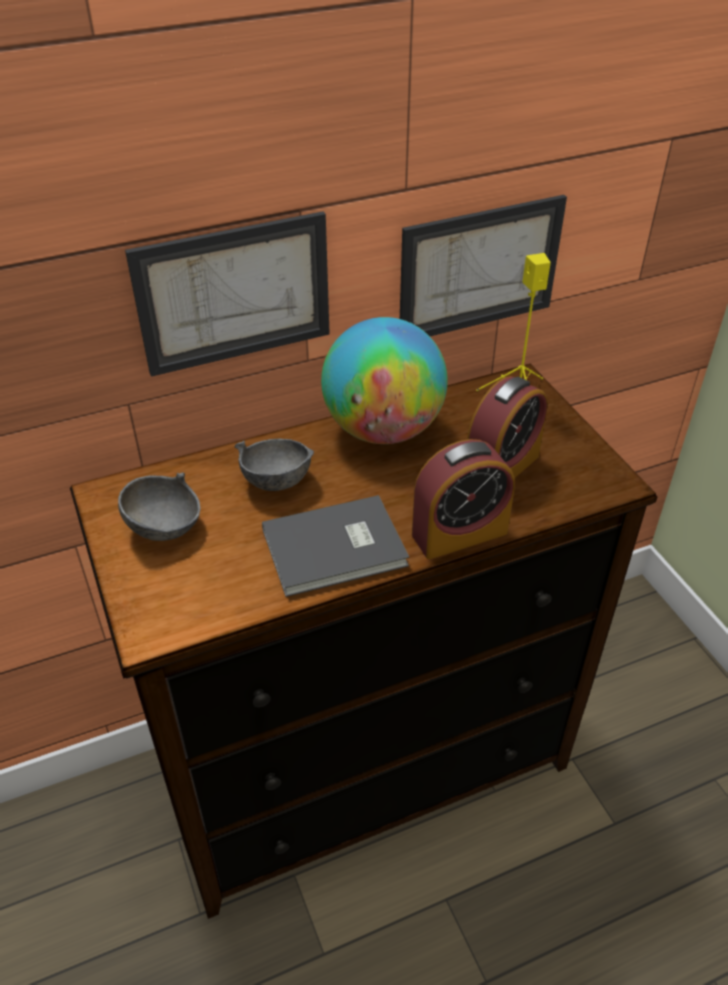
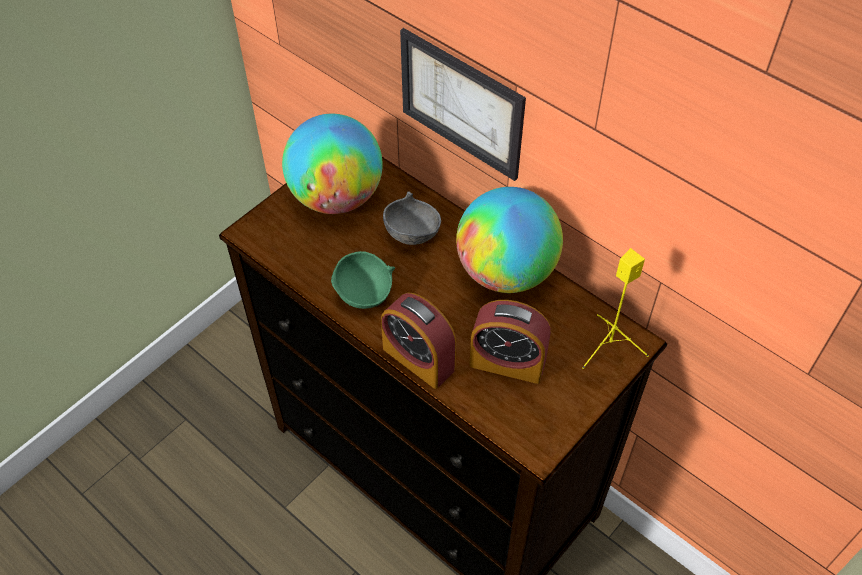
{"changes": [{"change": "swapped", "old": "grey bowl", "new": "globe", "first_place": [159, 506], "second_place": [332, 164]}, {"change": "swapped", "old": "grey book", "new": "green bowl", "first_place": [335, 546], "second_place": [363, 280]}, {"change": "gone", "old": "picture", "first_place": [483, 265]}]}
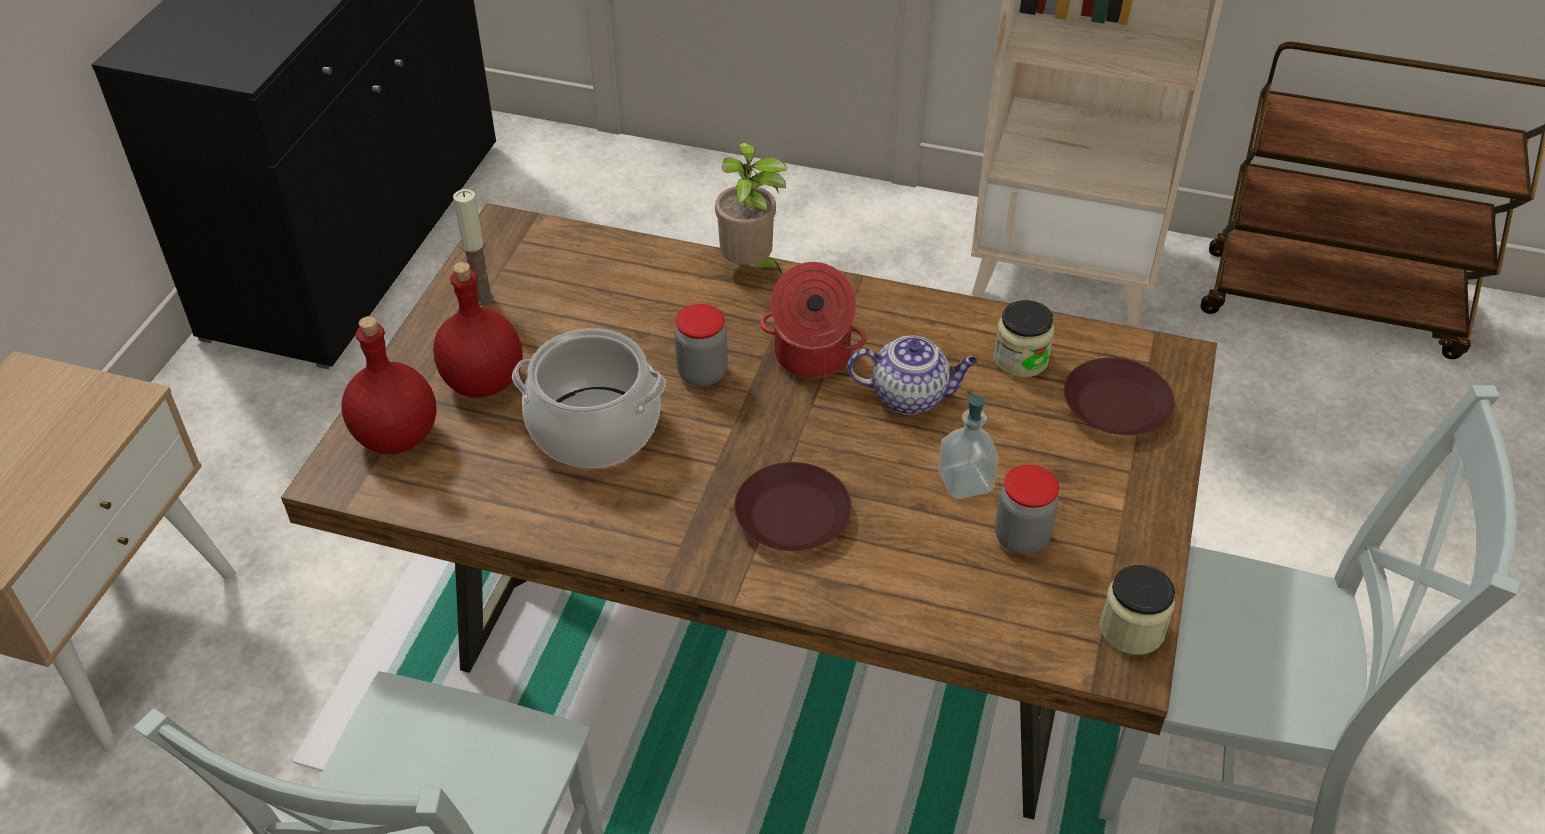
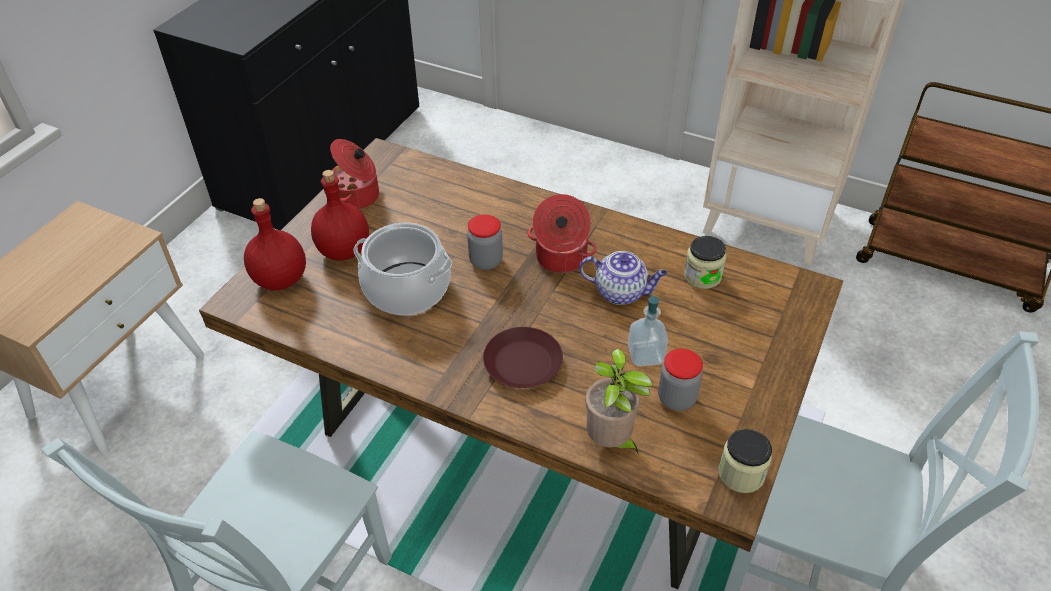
{"changes": [{"change": "swapped", "old": "candle", "new": "cooking pot", "first_place": [473, 247], "second_place": [354, 174]}, {"change": "shifted", "old": "potted plant", "first_place": [751, 208], "second_place": [618, 401]}, {"change": "gone", "old": "brown plate", "first_place": [1119, 396]}]}
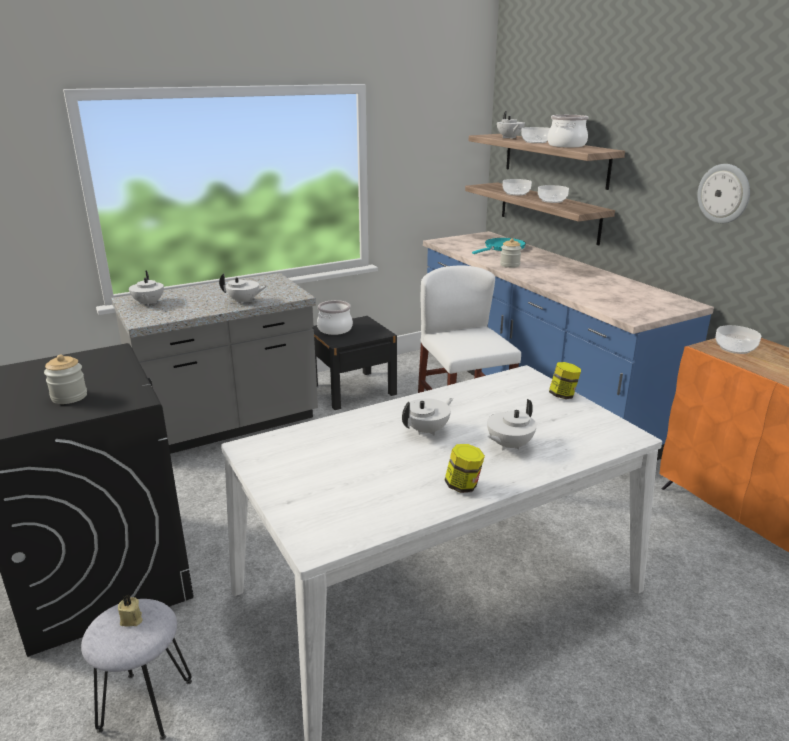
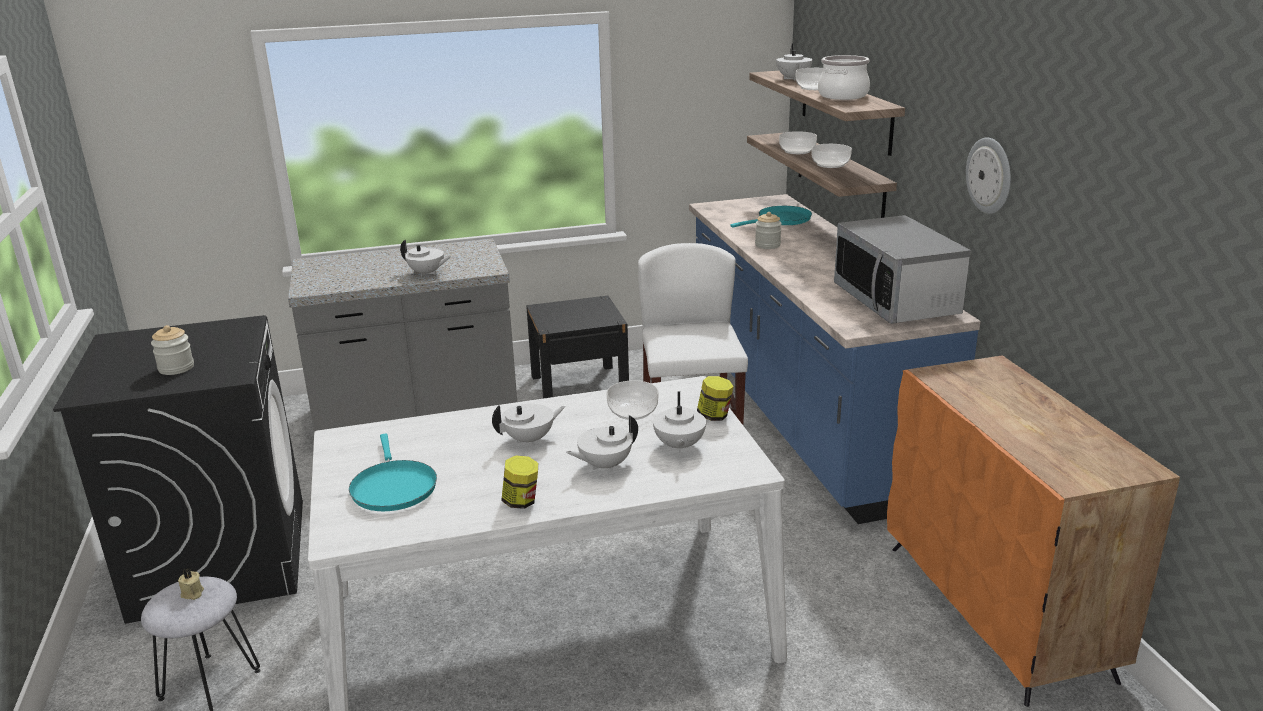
{"changes": [{"change": "shifted", "old": "white teapot", "first_place": [146, 288], "second_place": [679, 422]}, {"change": "gone", "old": "cooking pot", "first_place": [335, 317]}, {"change": "shifted", "old": "bowl", "first_place": [738, 339], "second_place": [632, 400]}, {"change": "new", "new": "turquoise frying pan", "second_place": [393, 472]}, {"change": "new", "new": "microwave", "second_place": [902, 269]}]}
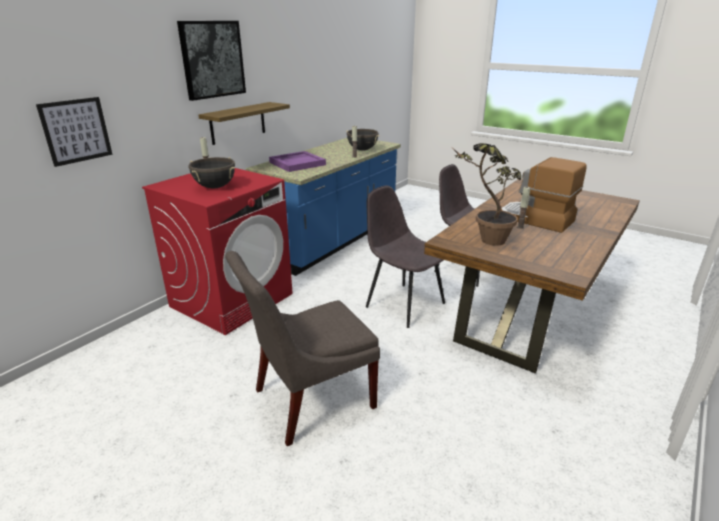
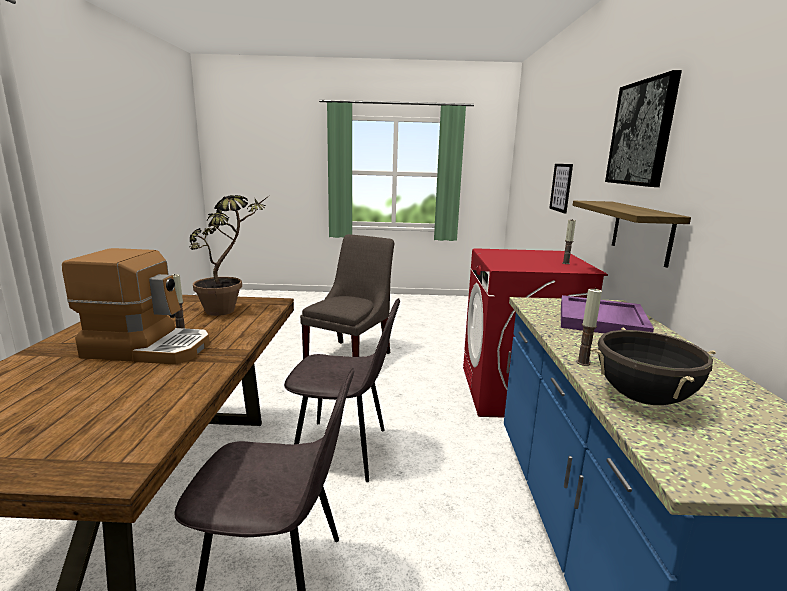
{"changes": [{"change": "gone", "old": "black cooking pot", "first_place": [212, 173]}]}
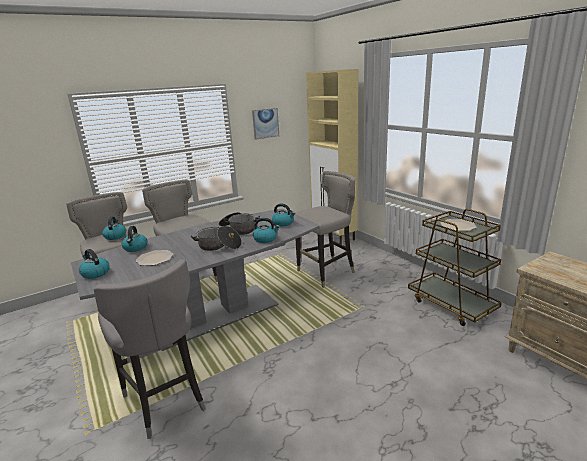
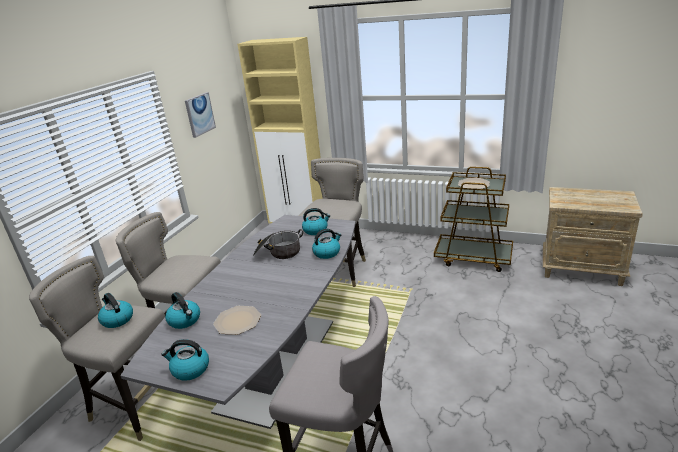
{"changes": [{"change": "gone", "old": "cooking pot", "first_place": [216, 238]}]}
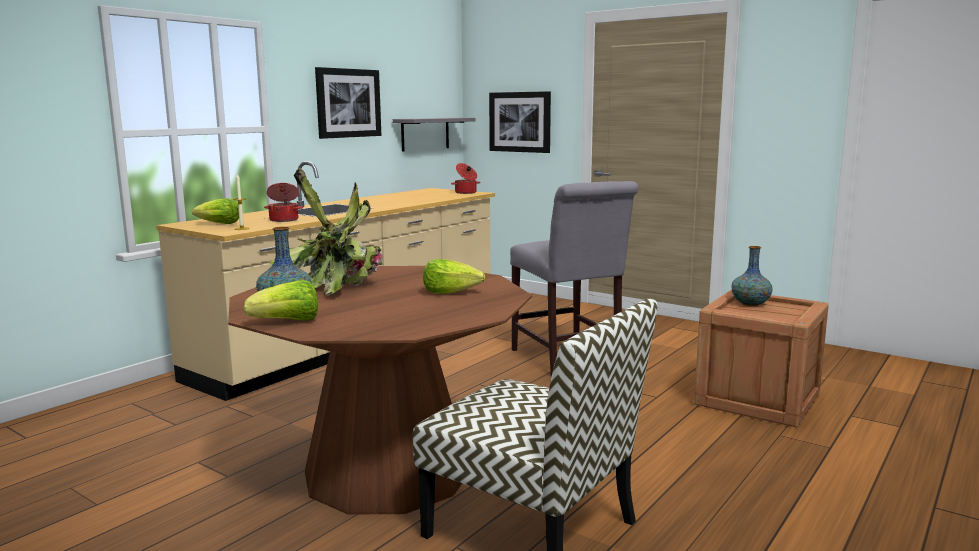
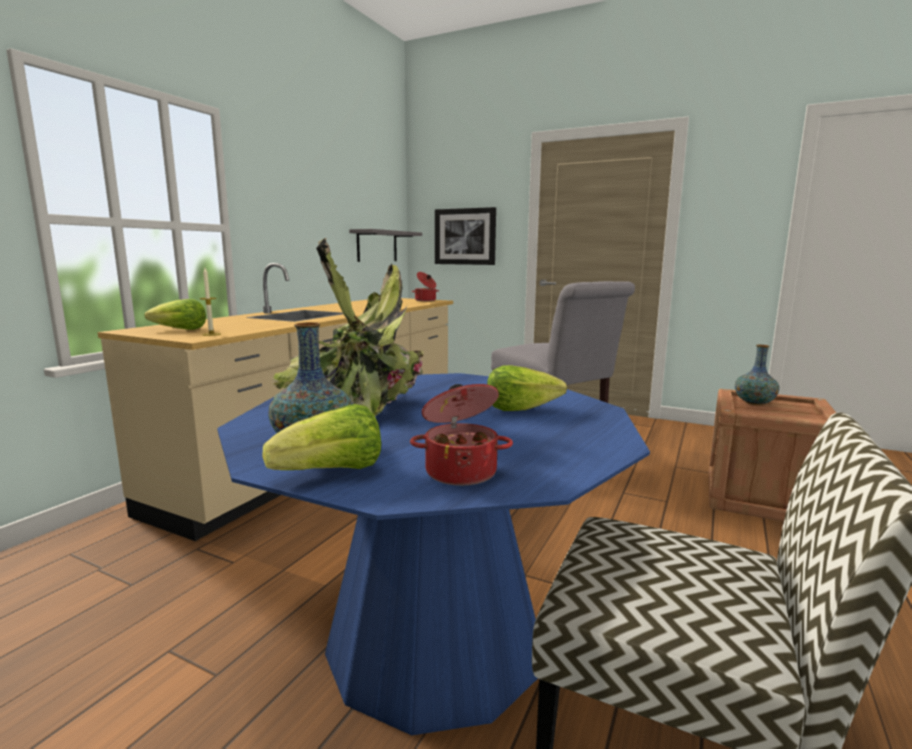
{"changes": [{"change": "repainted", "old": "brown dining table", "new": "blue dining table", "first_place": [380, 390], "second_place": [433, 554]}, {"change": "shifted", "old": "cooking pot", "first_place": [283, 202], "second_place": [461, 435]}, {"change": "gone", "old": "picture", "first_place": [348, 103]}]}
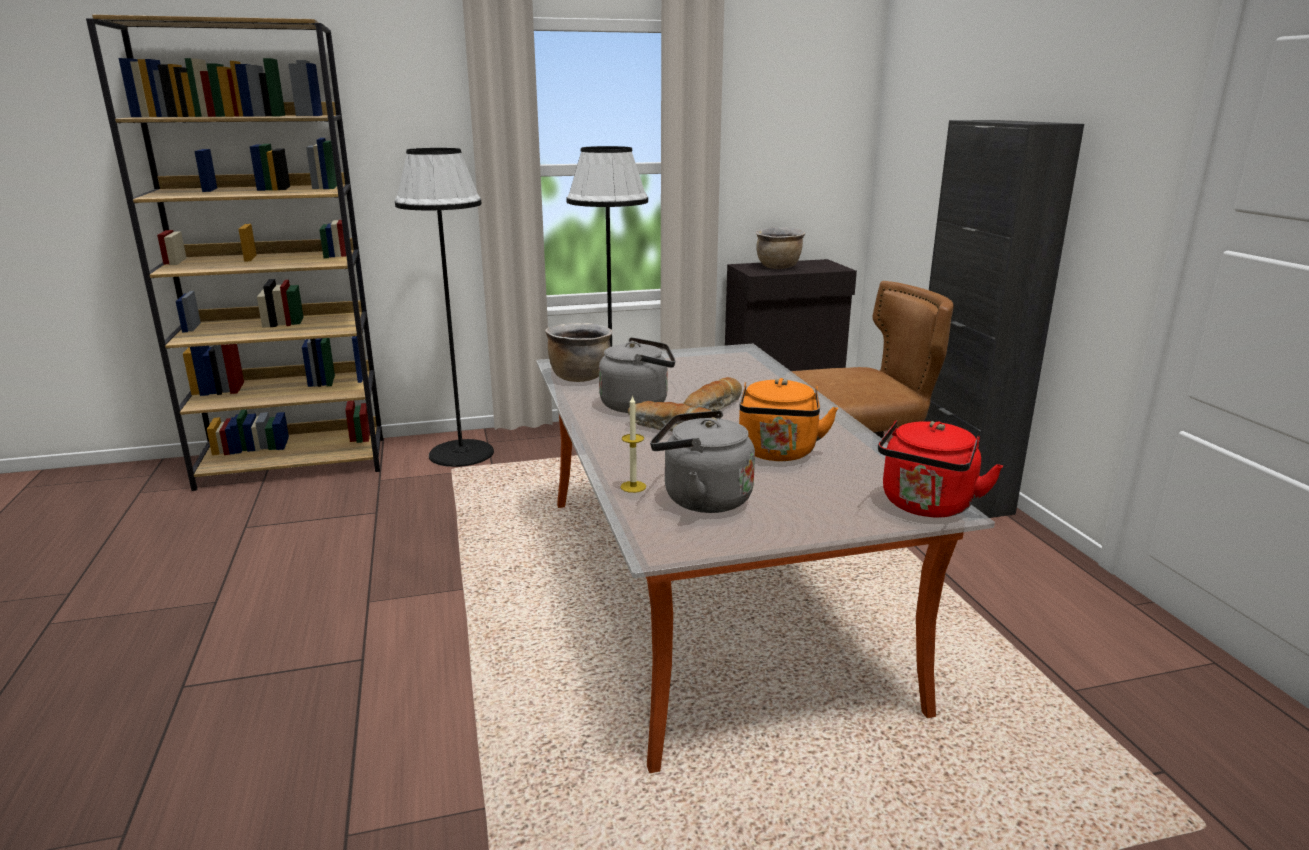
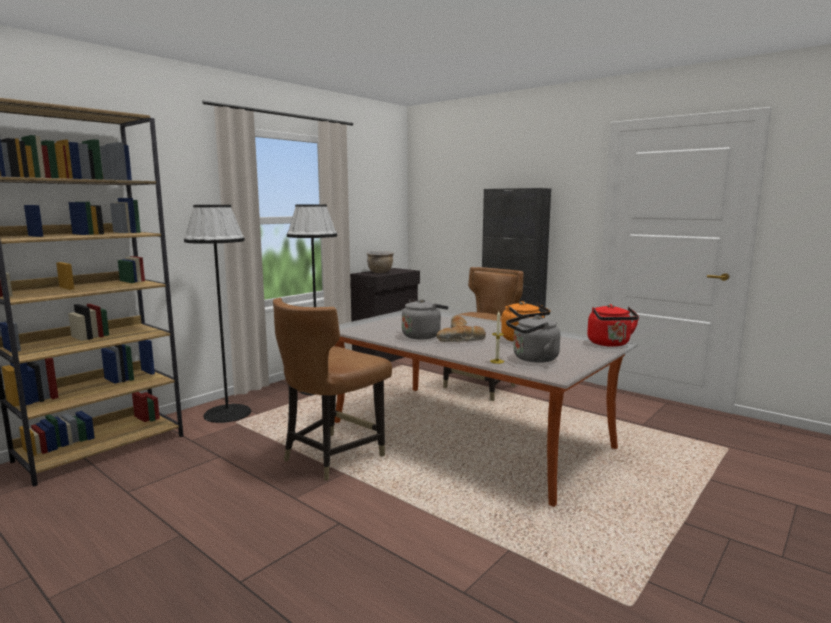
{"changes": [{"change": "gone", "old": "brown cooking pot", "first_place": [579, 352]}, {"change": "new", "new": "brown chair", "second_place": [332, 389]}]}
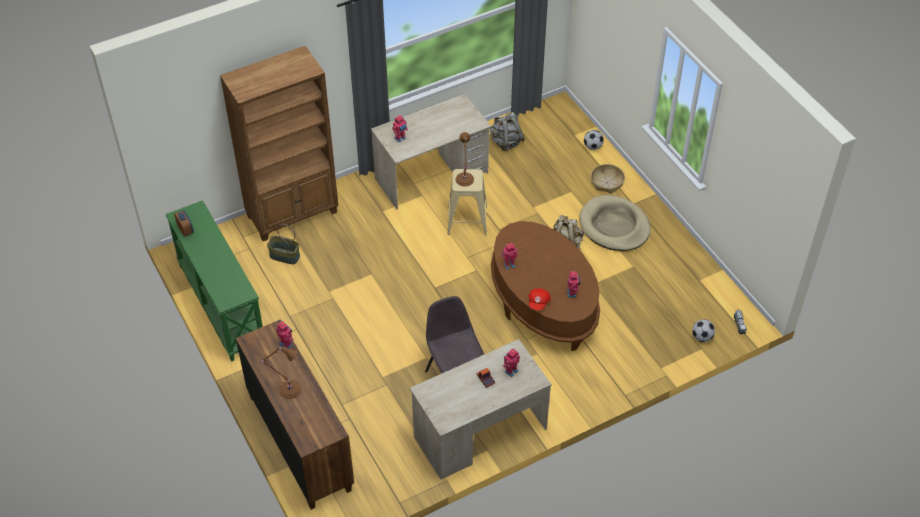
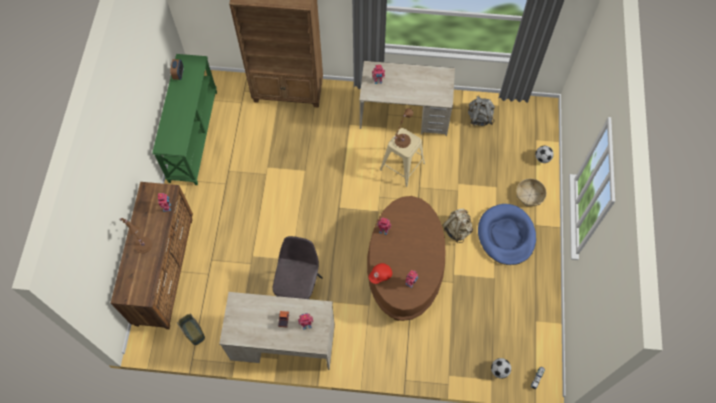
{"changes": [{"change": "shifted", "old": "basket", "first_place": [283, 244], "second_place": [191, 329]}, {"change": "repainted", "old": "beige dog bed", "new": "blue dog bed", "first_place": [615, 223], "second_place": [507, 234]}]}
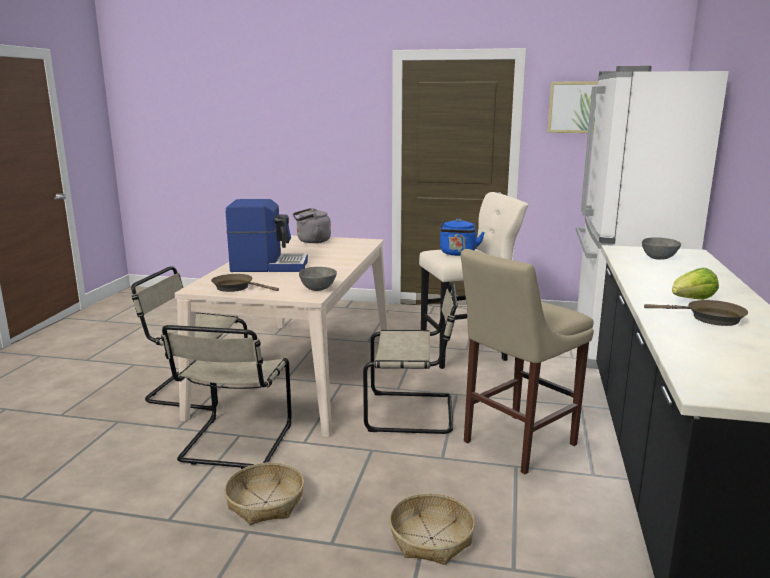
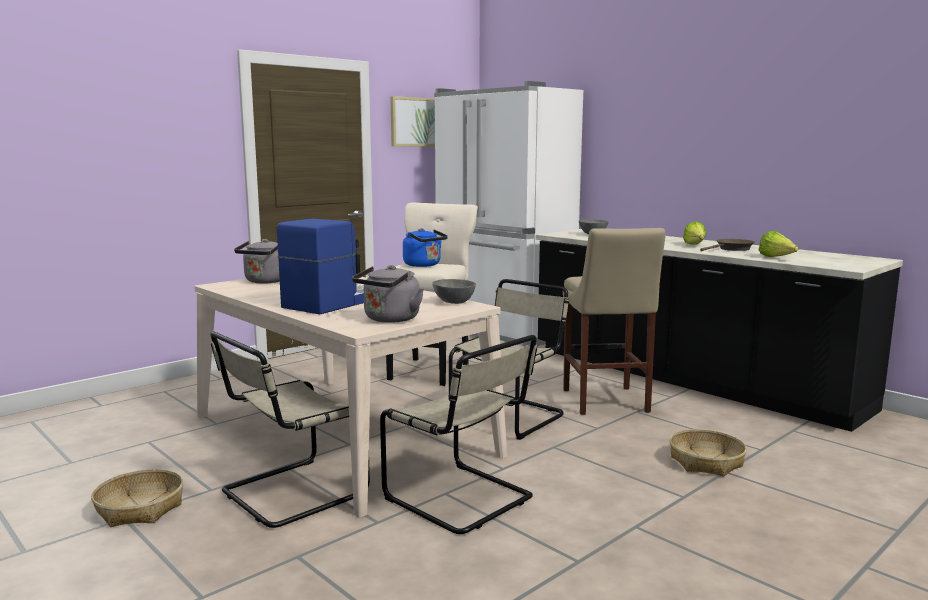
{"changes": [{"change": "swapped", "old": "brown frying pan", "new": "grey kettle", "first_place": [245, 283], "second_place": [388, 294]}, {"change": "shifted", "old": "basket", "first_place": [264, 493], "second_place": [137, 498]}, {"change": "new", "new": "lettuce", "second_place": [778, 244]}]}
